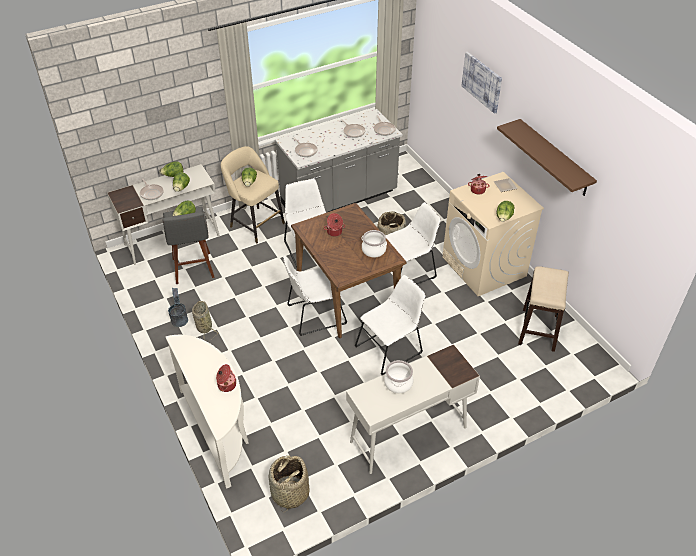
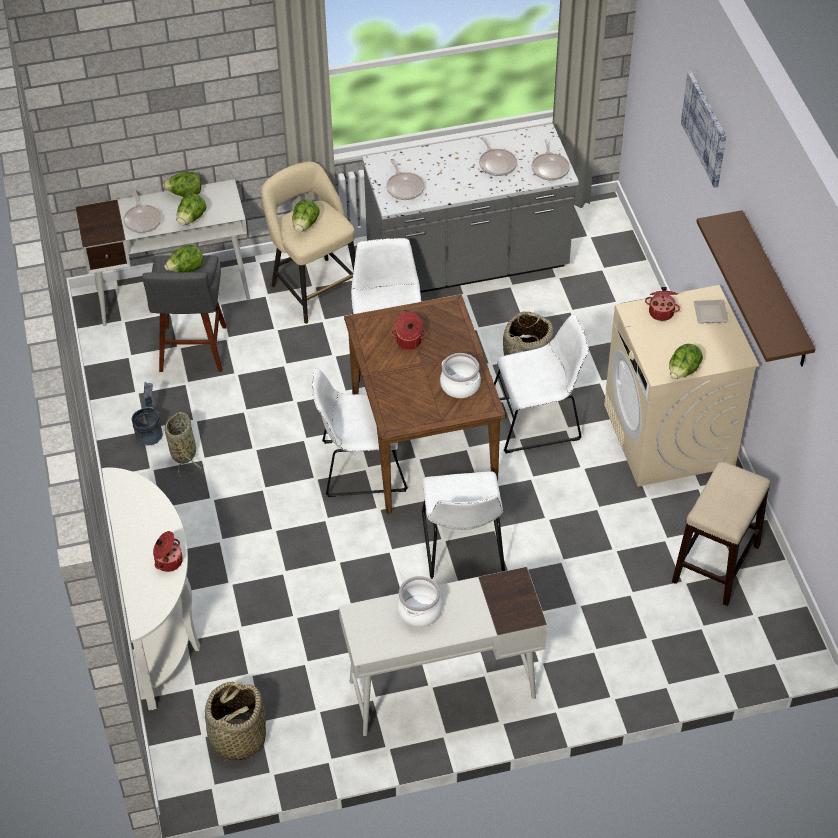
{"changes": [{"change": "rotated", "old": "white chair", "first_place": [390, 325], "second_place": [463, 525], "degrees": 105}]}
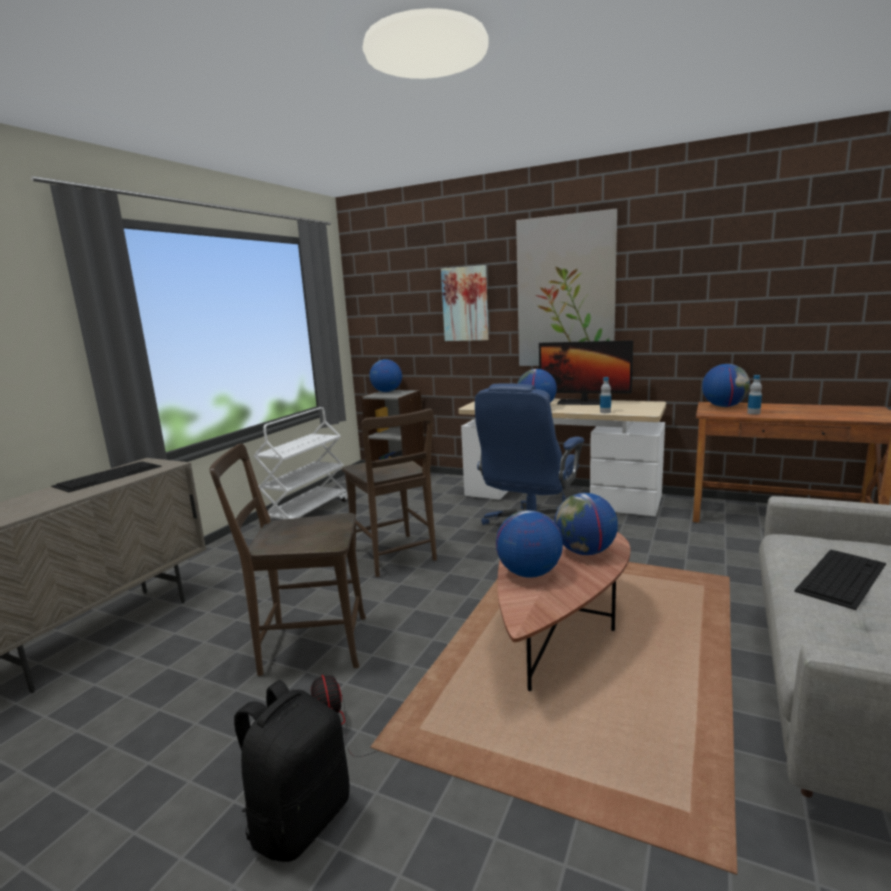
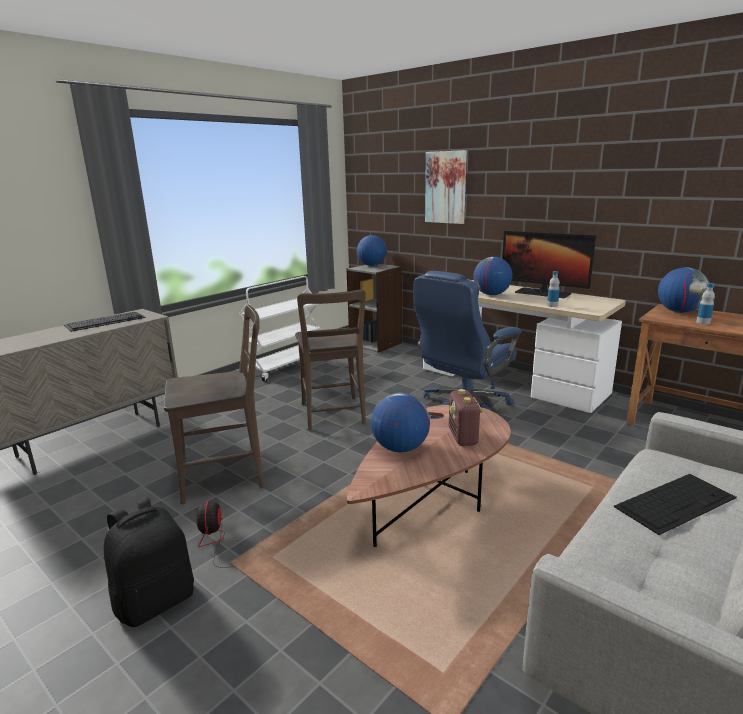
{"changes": [{"change": "rotated", "old": "brown chair", "first_place": [287, 560], "second_place": [214, 404], "degrees": 150}, {"change": "gone", "old": "picture", "first_place": [566, 287]}, {"change": "swapped", "old": "globe", "new": "radio", "first_place": [586, 524], "second_place": [466, 417]}]}
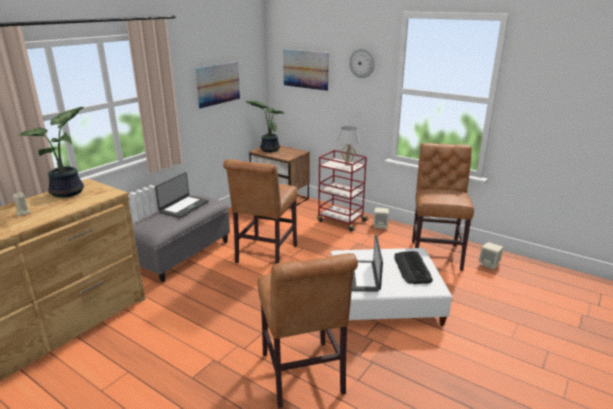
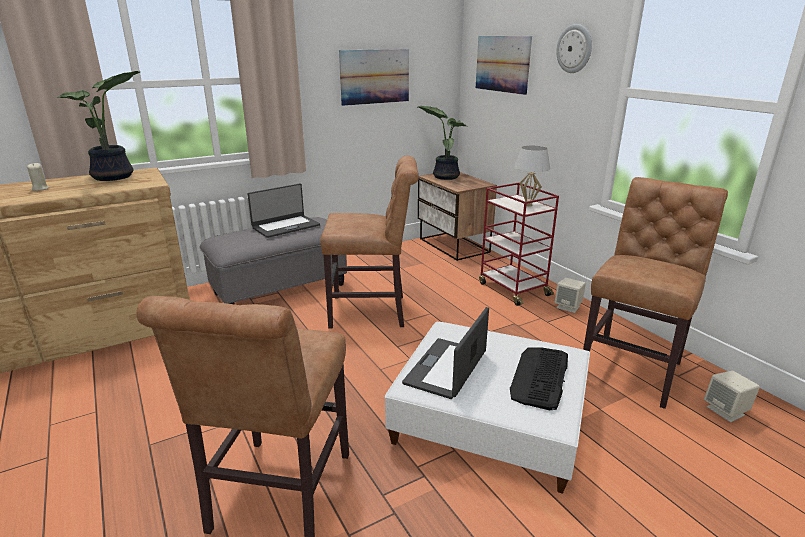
{"changes": [{"change": "rotated", "old": "brown chair", "first_place": [260, 211], "second_place": [370, 242], "degrees": -135}]}
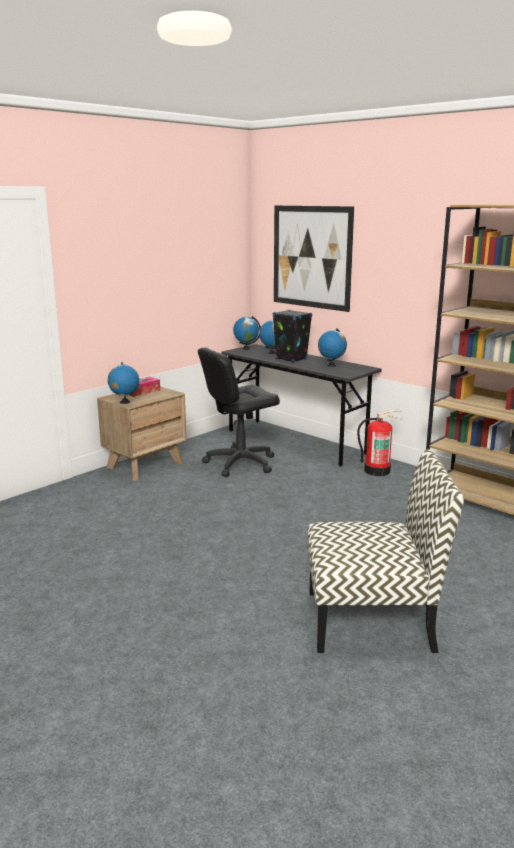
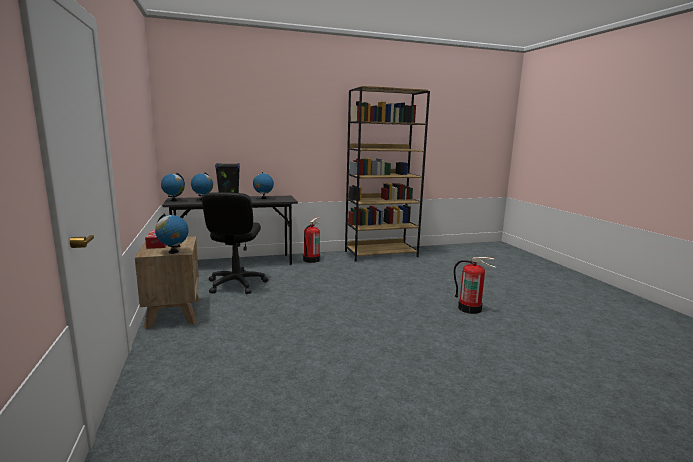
{"changes": [{"change": "gone", "old": "picture", "first_place": [314, 259]}, {"change": "swapped", "old": "chair", "new": "fire extinguisher", "first_place": [385, 551], "second_place": [475, 285]}]}
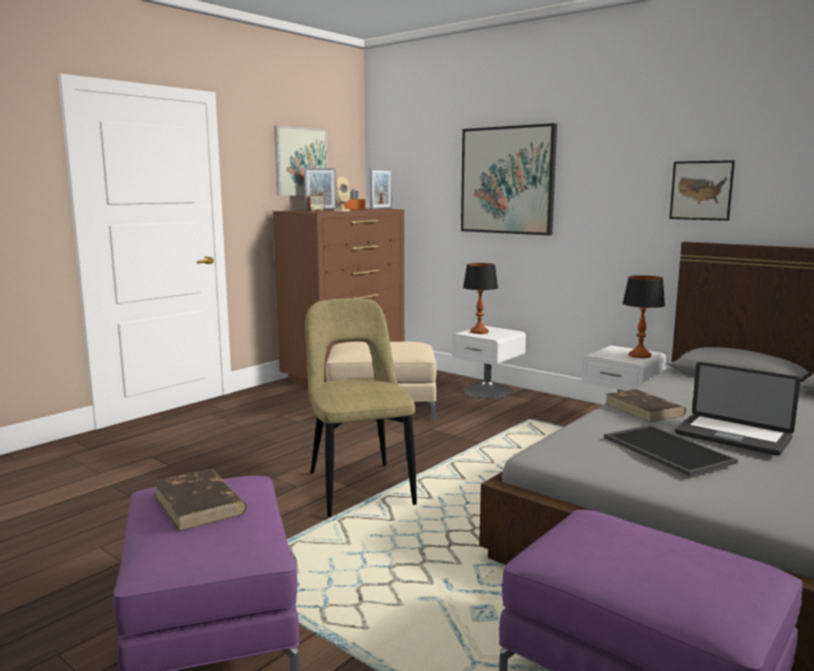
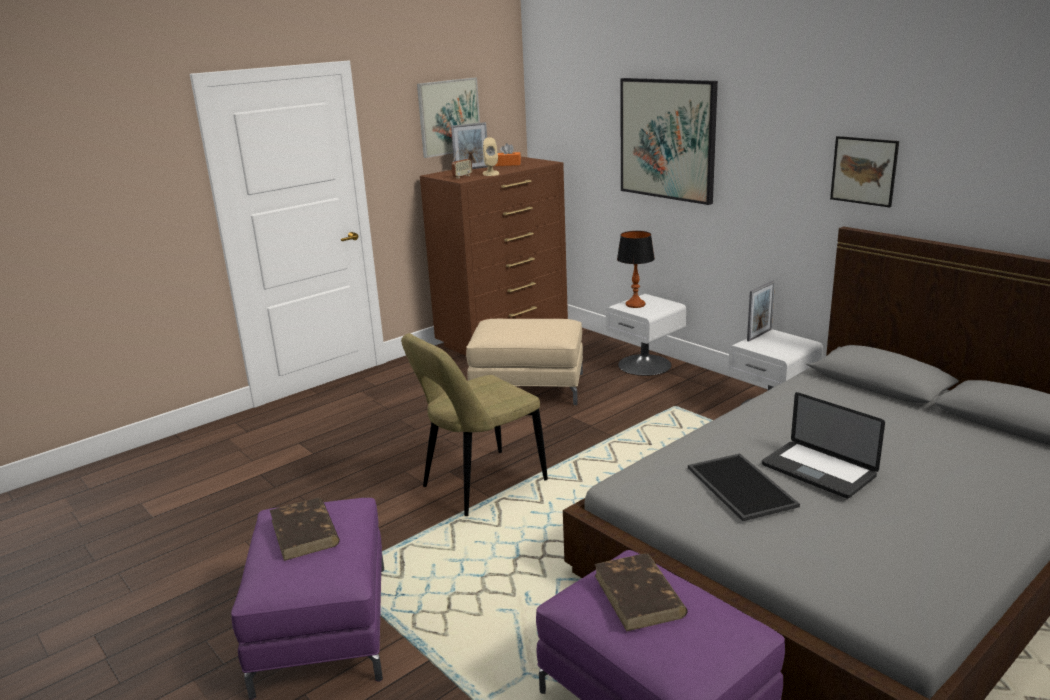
{"changes": [{"change": "rotated", "old": "beige chair", "first_place": [361, 407], "second_place": [474, 424], "degrees": -120}, {"change": "shifted", "old": "picture frame", "first_place": [381, 189], "second_place": [761, 311]}, {"change": "shifted", "old": "brown book", "first_place": [645, 405], "second_place": [641, 592]}, {"change": "gone", "old": "table lamp", "first_place": [643, 316]}]}
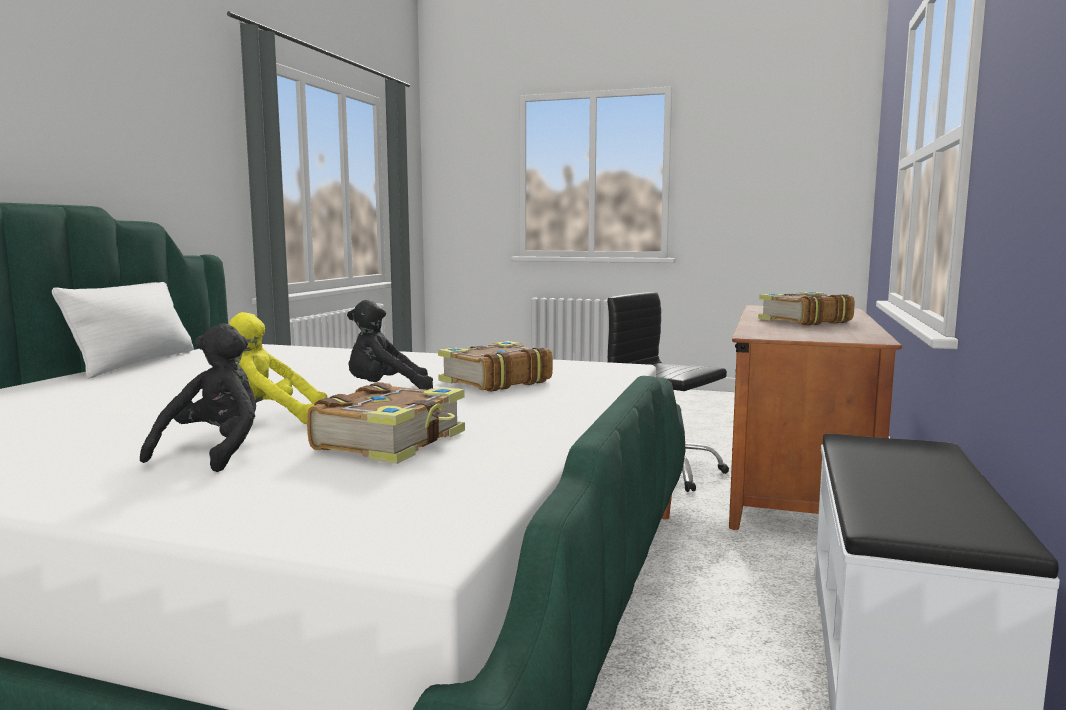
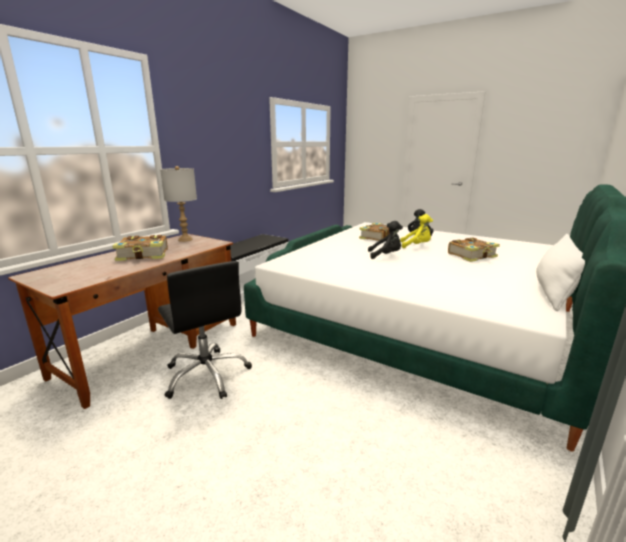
{"changes": [{"change": "shifted", "old": "book", "first_place": [495, 366], "second_place": [474, 249]}, {"change": "new", "new": "grey table lamp", "second_place": [178, 204]}]}
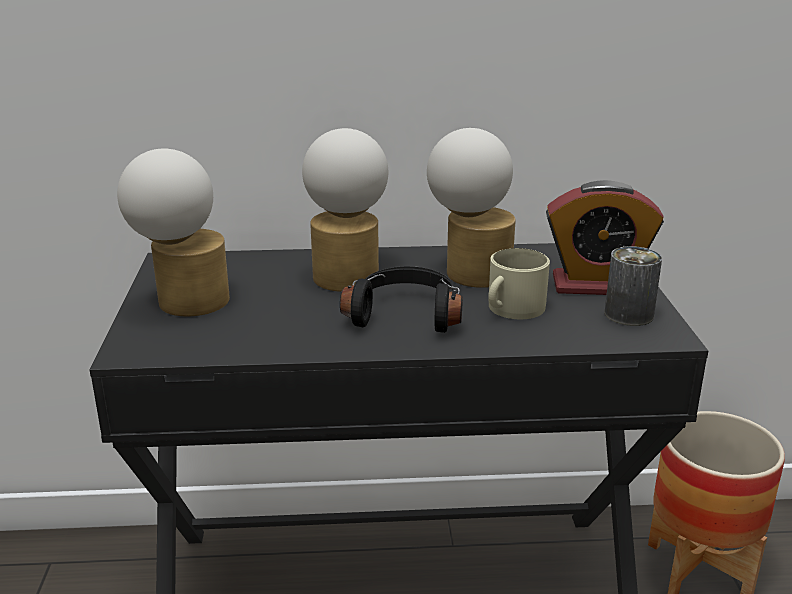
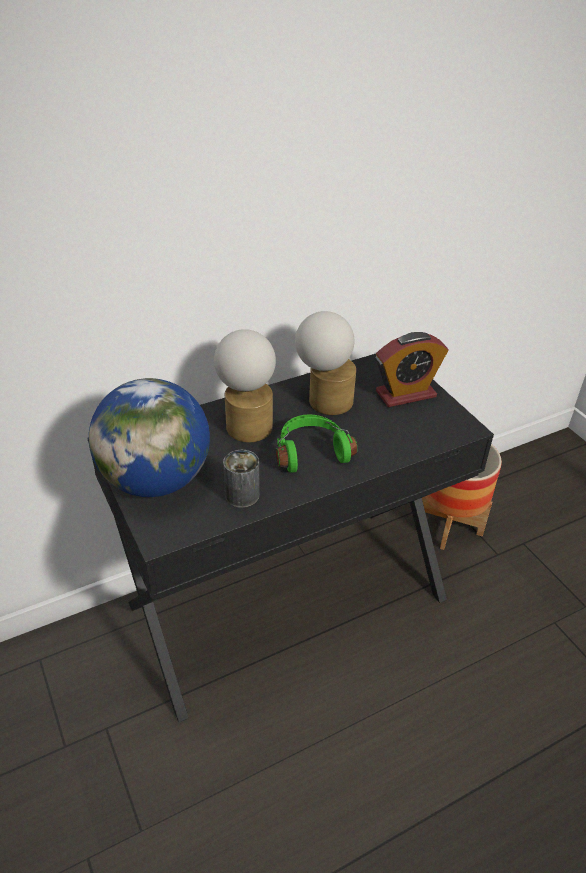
{"changes": [{"change": "swapped", "old": "table lamp", "new": "globe", "first_place": [173, 232], "second_place": [149, 437]}, {"change": "repainted", "old": "black headphones", "new": "green headphones", "first_place": [401, 299], "second_place": [317, 443]}, {"change": "gone", "old": "beige mug", "first_place": [519, 283]}, {"change": "shifted", "old": "can", "first_place": [633, 286], "second_place": [241, 479]}]}
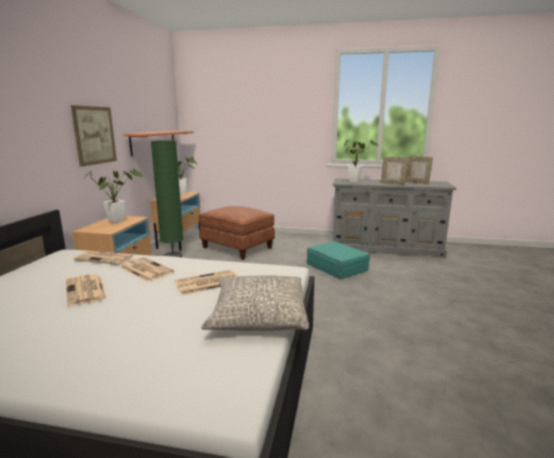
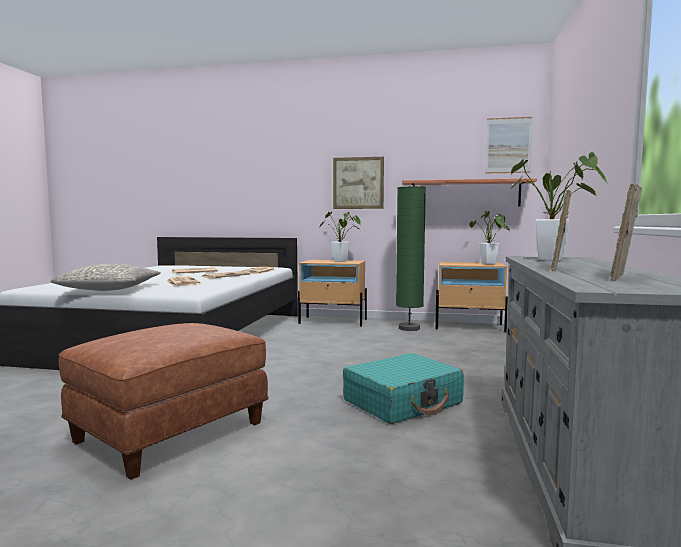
{"changes": [{"change": "shifted", "old": "brown ottoman", "first_place": [237, 233], "second_place": [163, 401]}, {"change": "new", "new": "picture", "second_place": [509, 145]}]}
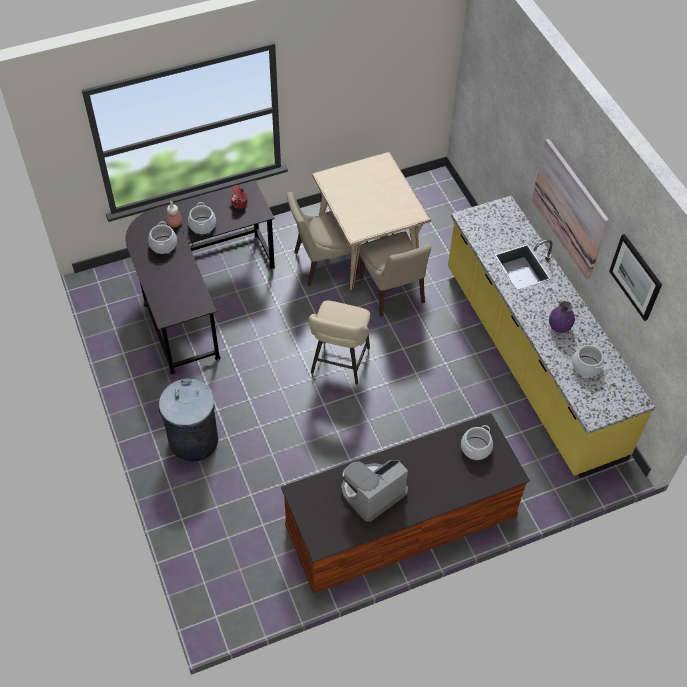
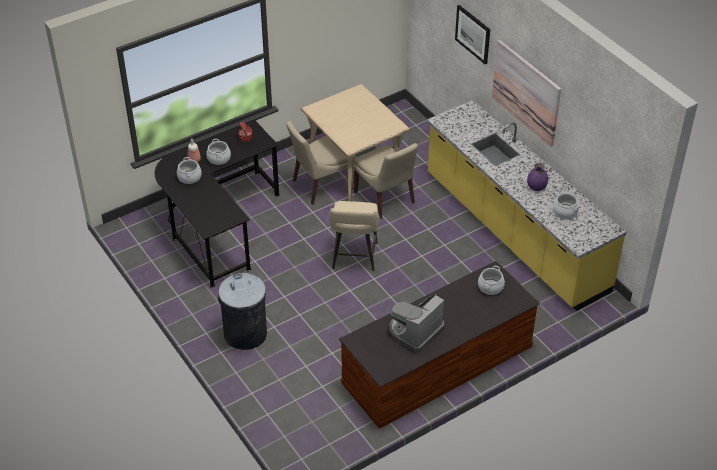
{"changes": [{"change": "shifted", "old": "picture", "first_place": [635, 277], "second_place": [472, 34]}]}
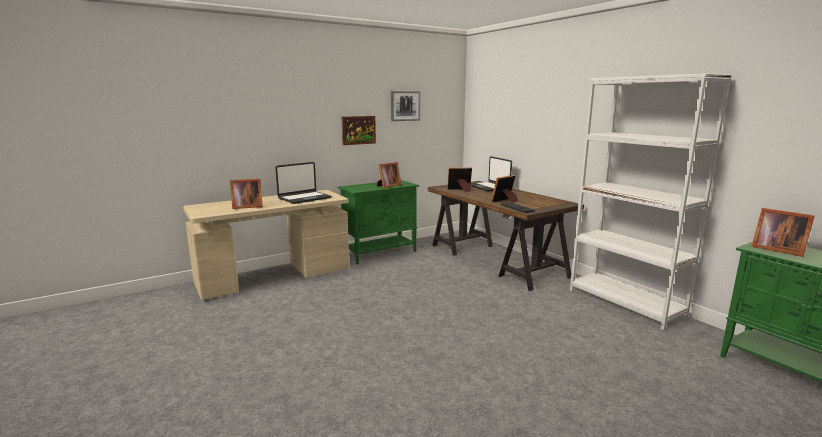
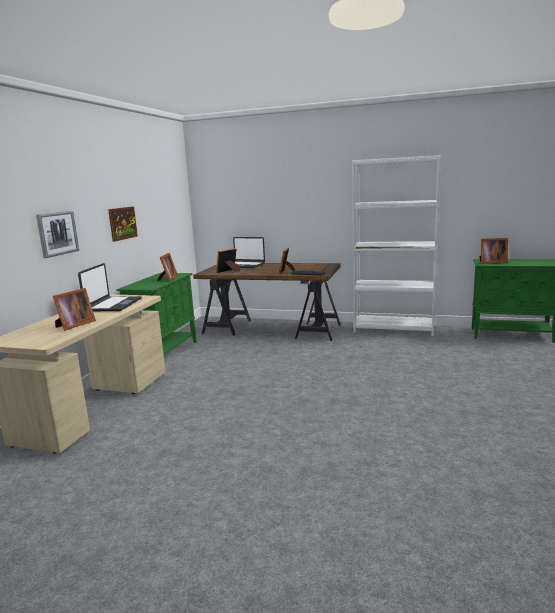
{"changes": [{"change": "shifted", "old": "picture", "first_place": [405, 106], "second_place": [57, 234]}]}
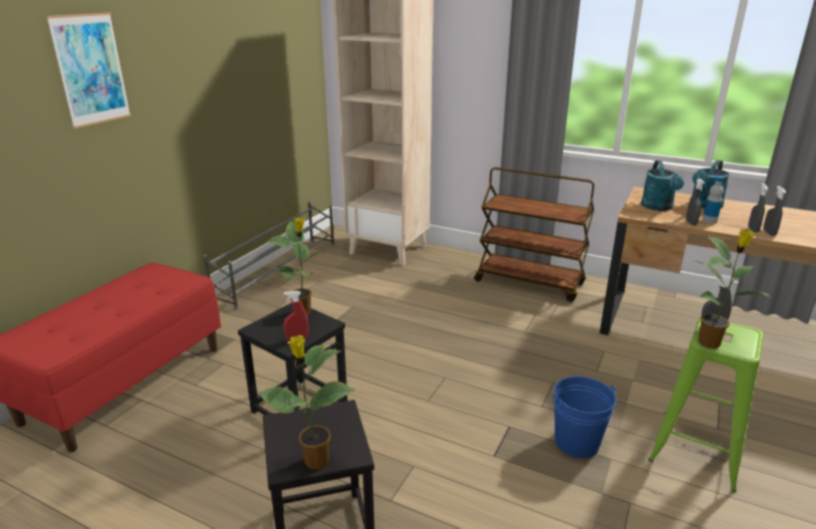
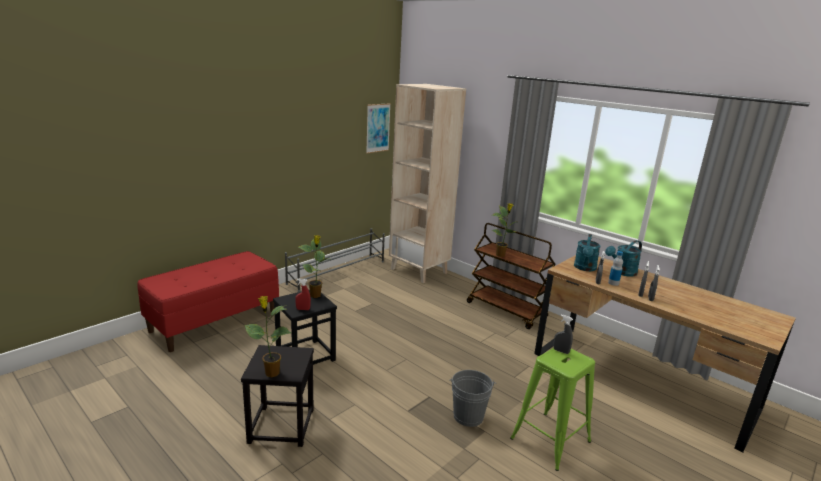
{"changes": [{"change": "shifted", "old": "picture", "first_place": [88, 71], "second_place": [378, 128]}, {"change": "repainted", "old": "blue bucket", "new": "grey bucket", "first_place": [585, 417], "second_place": [472, 398]}, {"change": "shifted", "old": "potted plant", "first_place": [732, 289], "second_place": [504, 230]}]}
